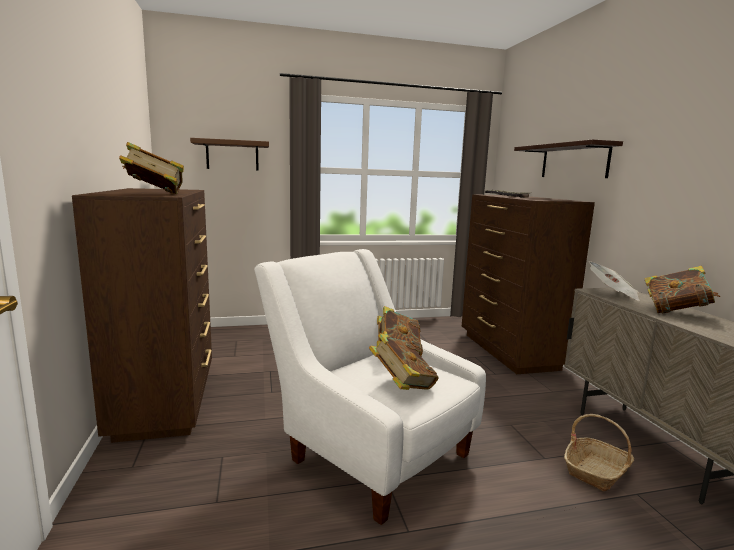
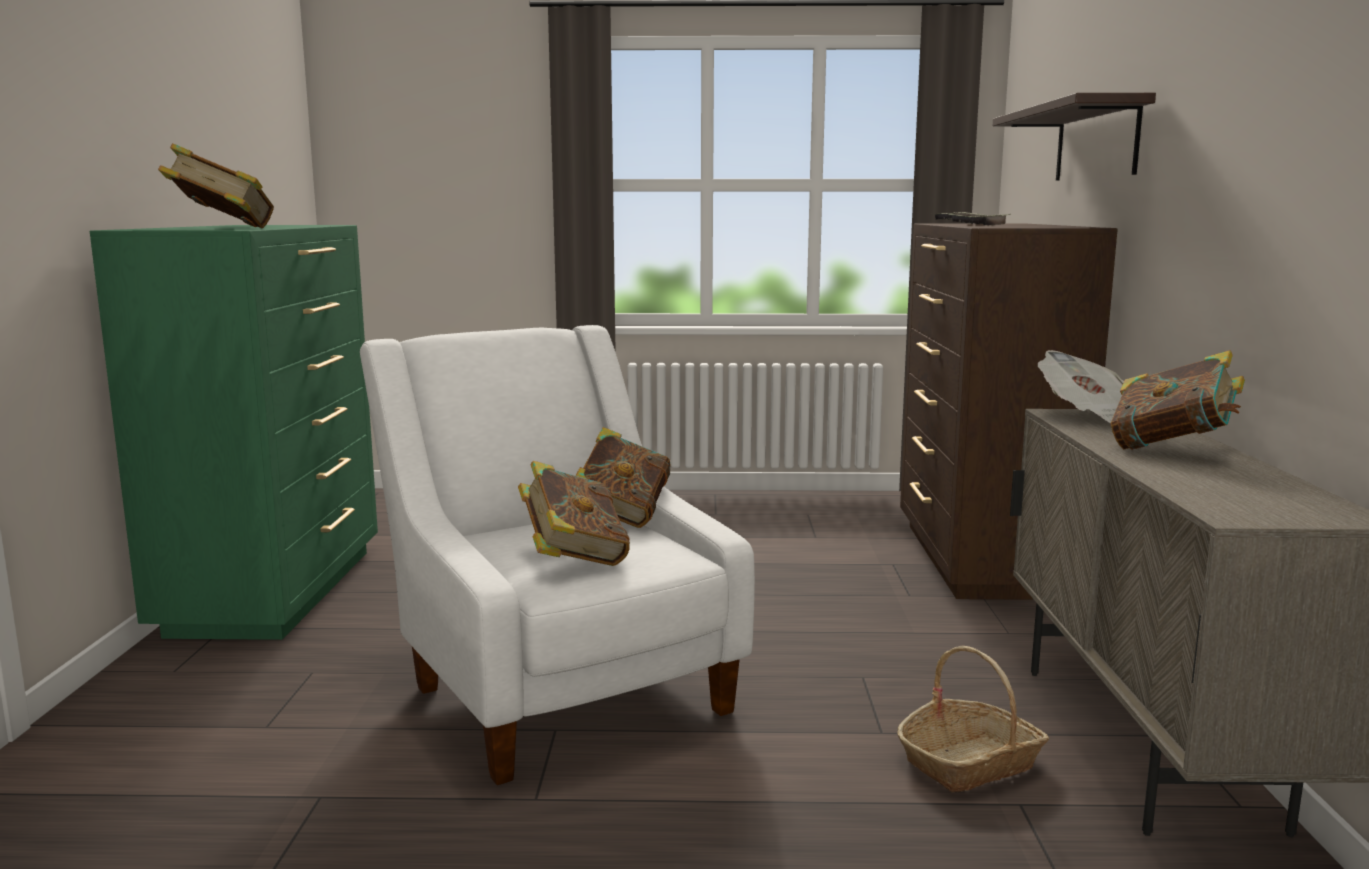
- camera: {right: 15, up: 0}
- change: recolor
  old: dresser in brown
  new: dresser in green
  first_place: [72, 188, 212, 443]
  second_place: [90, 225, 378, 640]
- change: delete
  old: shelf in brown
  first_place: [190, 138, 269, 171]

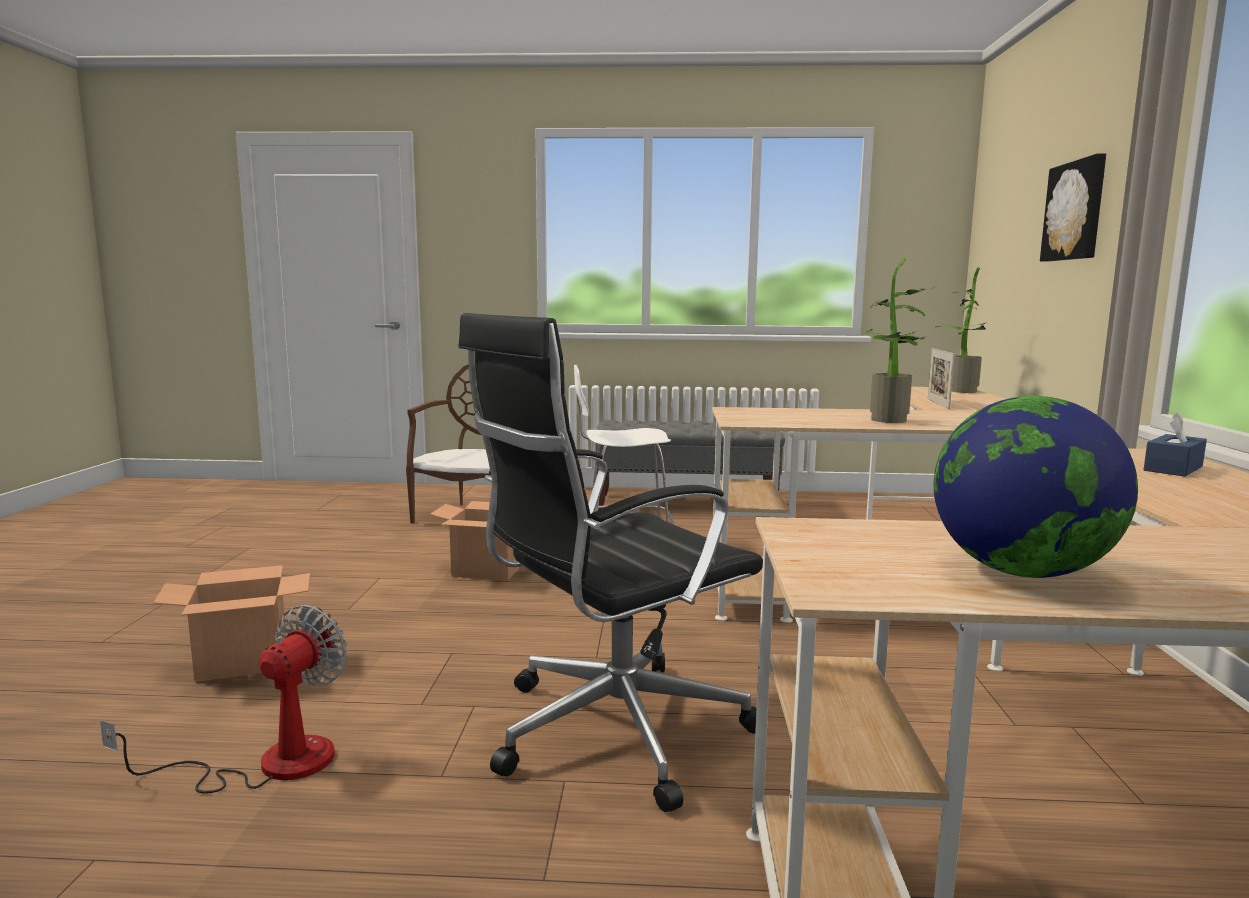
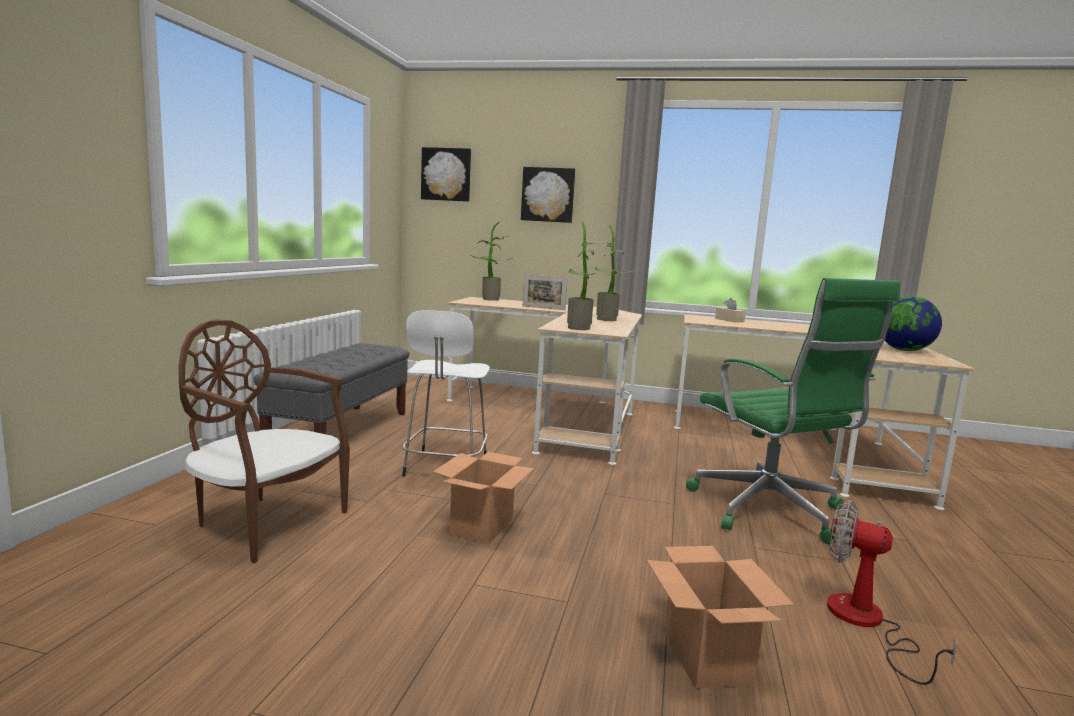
- camera: {right: -80, up: 0}
- change: insert
  new: picture
  second_place: [421, 147, 471, 202]
- change: insert
  new: potted plant
  second_place: [567, 222, 610, 330]
- change: recolor
  old: office chair in black
  new: office chair in green
  first_place: [458, 313, 763, 812]
  second_place: [686, 278, 901, 544]
- change: recolor
  old: tissue box in blue
  new: tissue box in beige
  first_place: [1143, 412, 1207, 477]
  second_place: [715, 298, 746, 322]

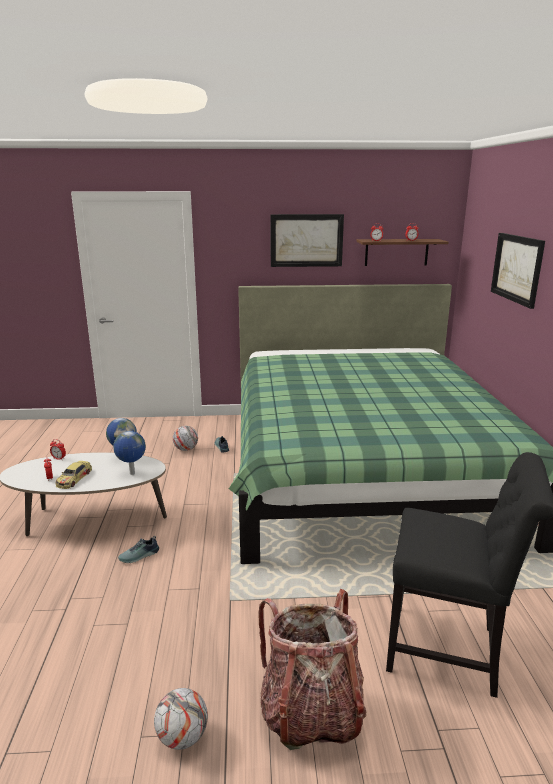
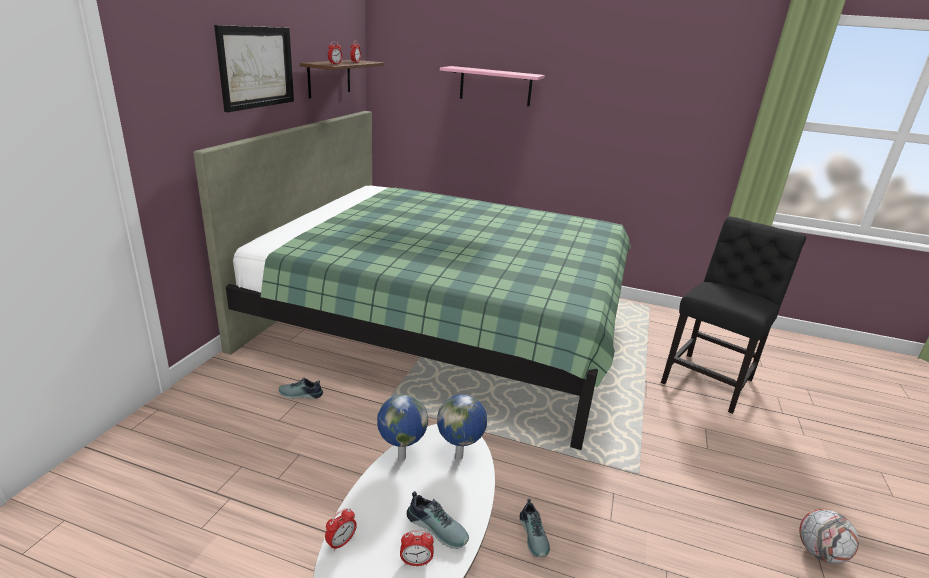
- camera: {right: -70, up: 5}
- change: replace
  old: toy car
  new: shoe
  first_place: [55, 461, 92, 489]
  second_place: [407, 491, 469, 549]
- change: replace
  old: picture
  new: shelf in pink
  first_place: [491, 233, 545, 309]
  second_place: [440, 66, 545, 106]
- change: delete
  old: football
  first_place: [173, 426, 198, 451]
- change: delete
  old: backpack
  first_place: [258, 589, 367, 750]

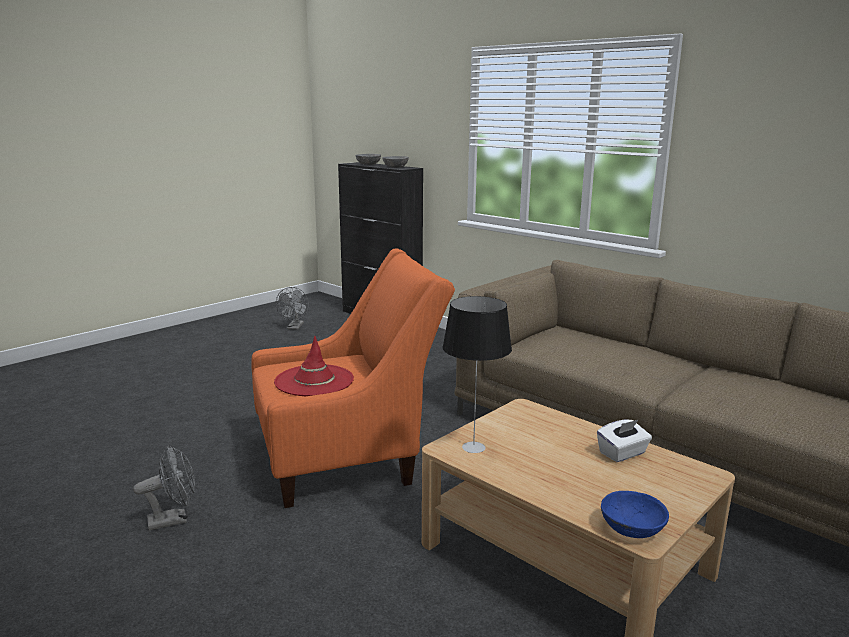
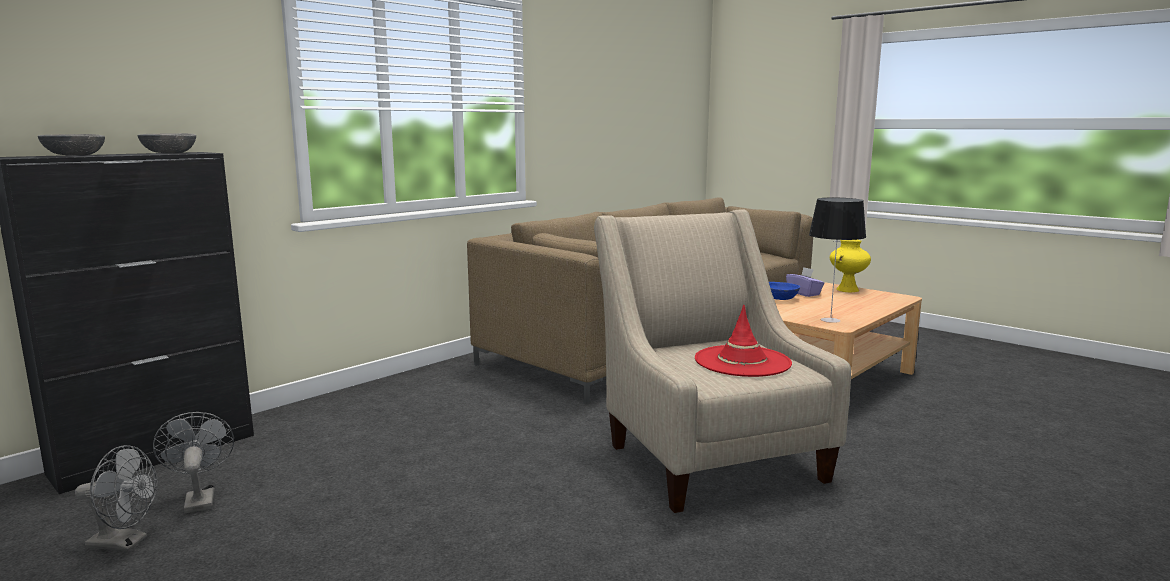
- camera: {right: -90, up: -5}
- change: move
  old: fan in grey
  first_place: [133, 446, 195, 531]
  second_place: [153, 412, 234, 513]
- change: recolor
  old: armchair in orange
  new: armchair in beige
  first_place: [251, 248, 455, 508]
  second_place: [594, 209, 851, 513]
- change: move
  old: bowl in blue
  first_place: [601, 491, 669, 538]
  second_place: [769, 282, 800, 300]
- change: recolor
  old: tissue box in white
  new: tissue box in purple
  first_place: [597, 419, 652, 462]
  second_place: [786, 267, 825, 297]
- change: insert
  new: vase in yellow
  second_place: [830, 240, 871, 292]

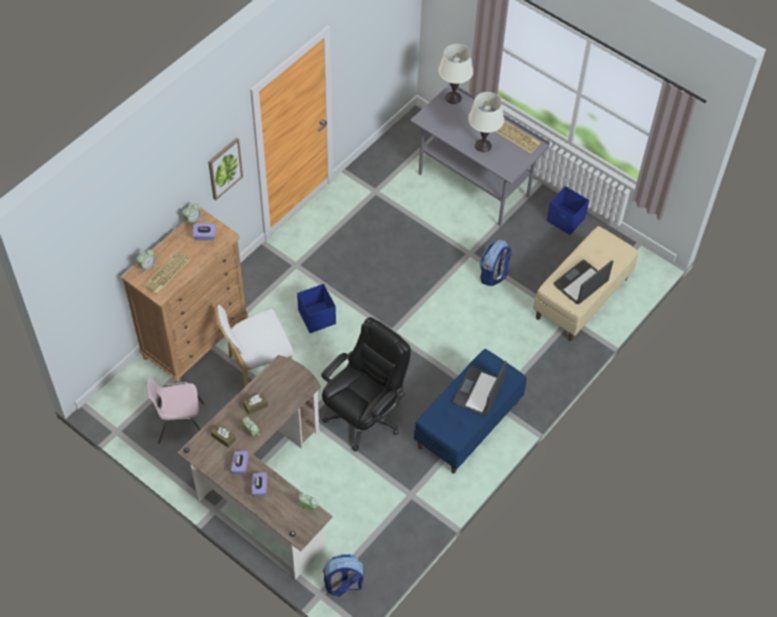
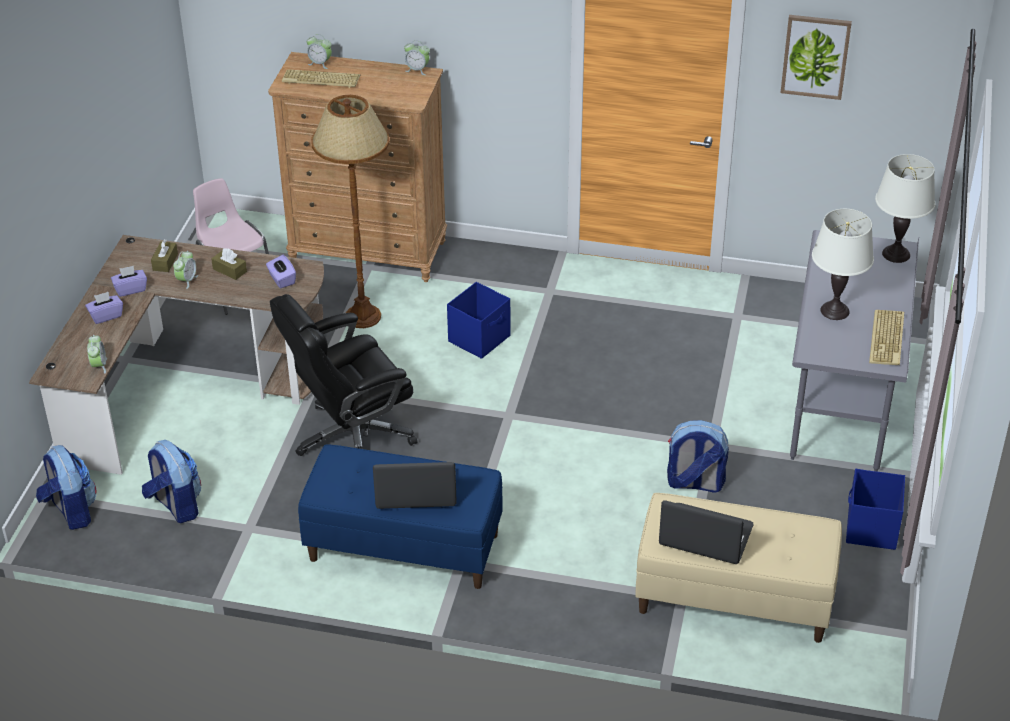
- camera: {right: 65, up: -15}
- change: insert
  new: backpack
  second_place: [142, 440, 201, 523]
- change: move
  old: tissue box in purple
  first_place: [193, 223, 216, 240]
  second_place: [266, 255, 296, 288]
- change: rotate
  old: office chair in black
  first_place: [321, 317, 411, 452]
  second_place: [270, 294, 417, 456]
  degrees: 135
- change: replace
  old: chair in white
  new: floor lamp in brown
  first_place: [215, 305, 294, 388]
  second_place: [311, 95, 390, 328]
- change: move
  old: picture
  first_place: [208, 138, 243, 200]
  second_place: [780, 15, 852, 100]

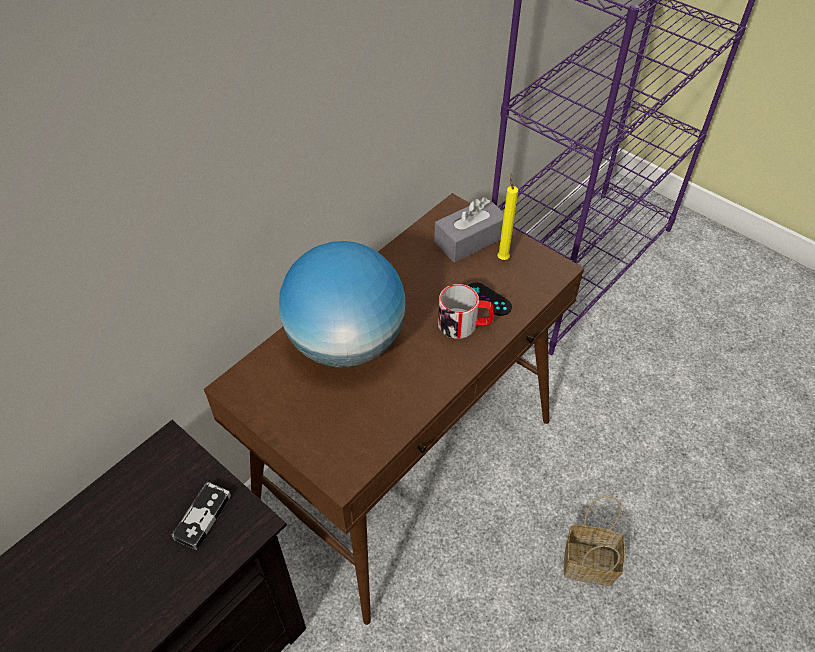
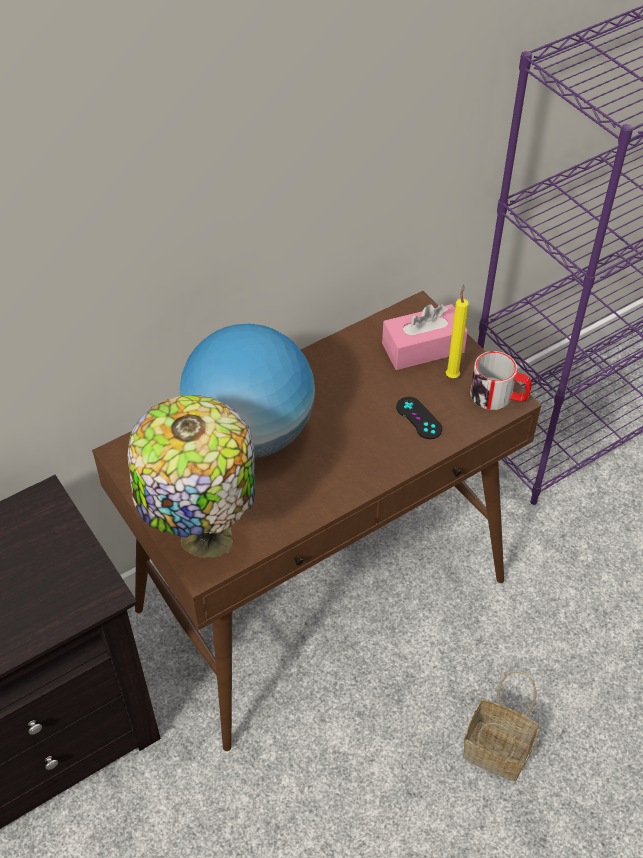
- camera: {right: 15, up: 0}
- change: insert
  new: table lamp
  second_place: [127, 395, 255, 558]
- change: recolor
  old: tissue box in grey
  new: tissue box in pink
  first_place: [434, 197, 504, 262]
  second_place: [382, 304, 468, 370]
- change: move
  old: mug
  first_place: [438, 284, 494, 339]
  second_place: [470, 351, 531, 410]
- change: delete
  old: game controller
  first_place: [172, 482, 231, 550]

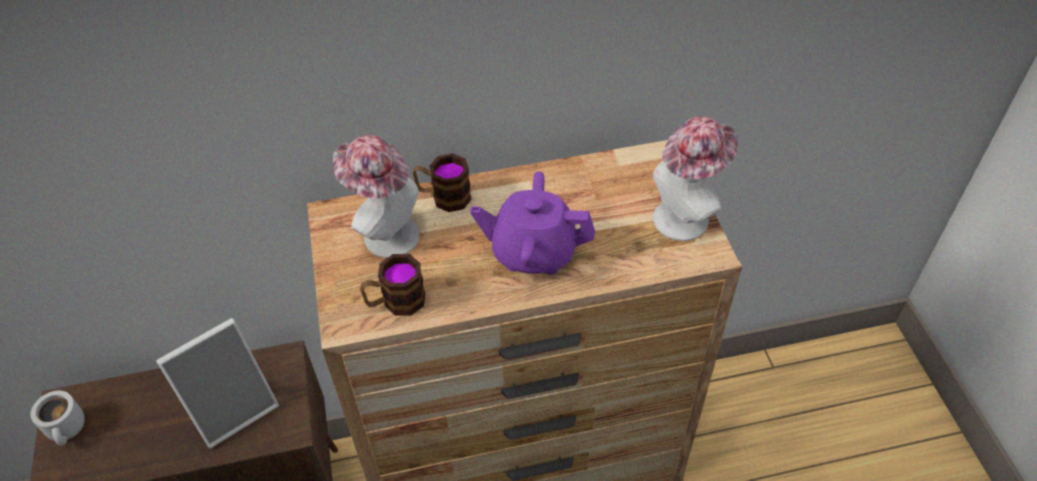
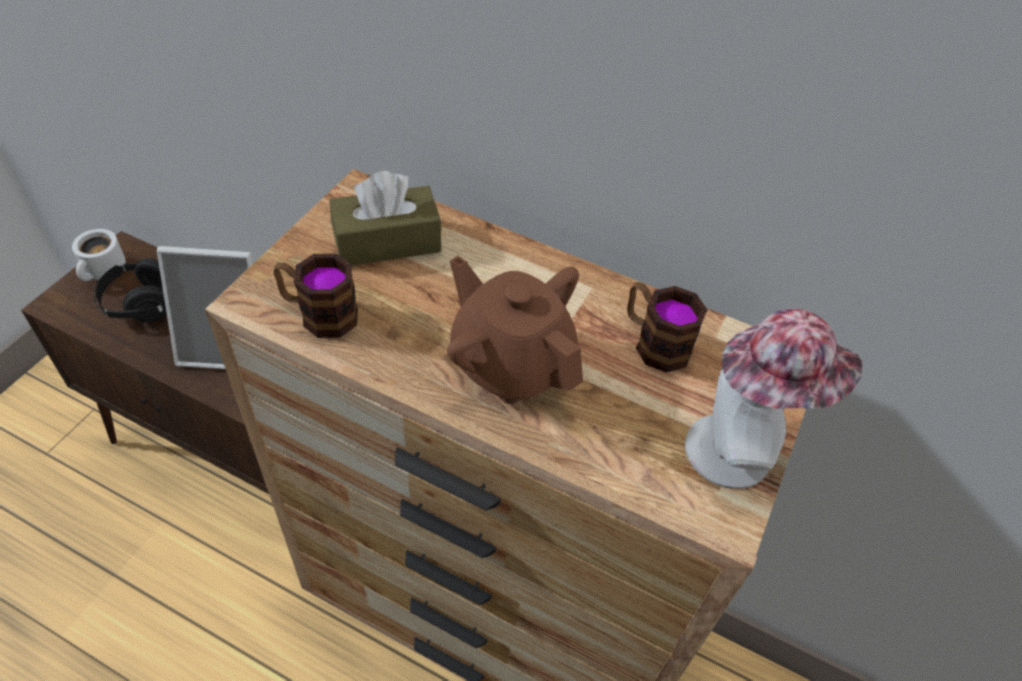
- camera: {right: 35, up: 0}
- change: insert
  new: headphones in black
  second_place: [93, 258, 167, 322]
- change: replace
  old: hat
  new: tissue box in brown
  first_place: [333, 135, 420, 258]
  second_place: [329, 171, 441, 266]
- change: recolor
  old: teapot in purple
  new: teapot in brown
  first_place: [470, 171, 595, 275]
  second_place: [447, 256, 583, 404]
- change: move
  old: mug
  first_place: [413, 153, 472, 212]
  second_place: [627, 282, 707, 373]

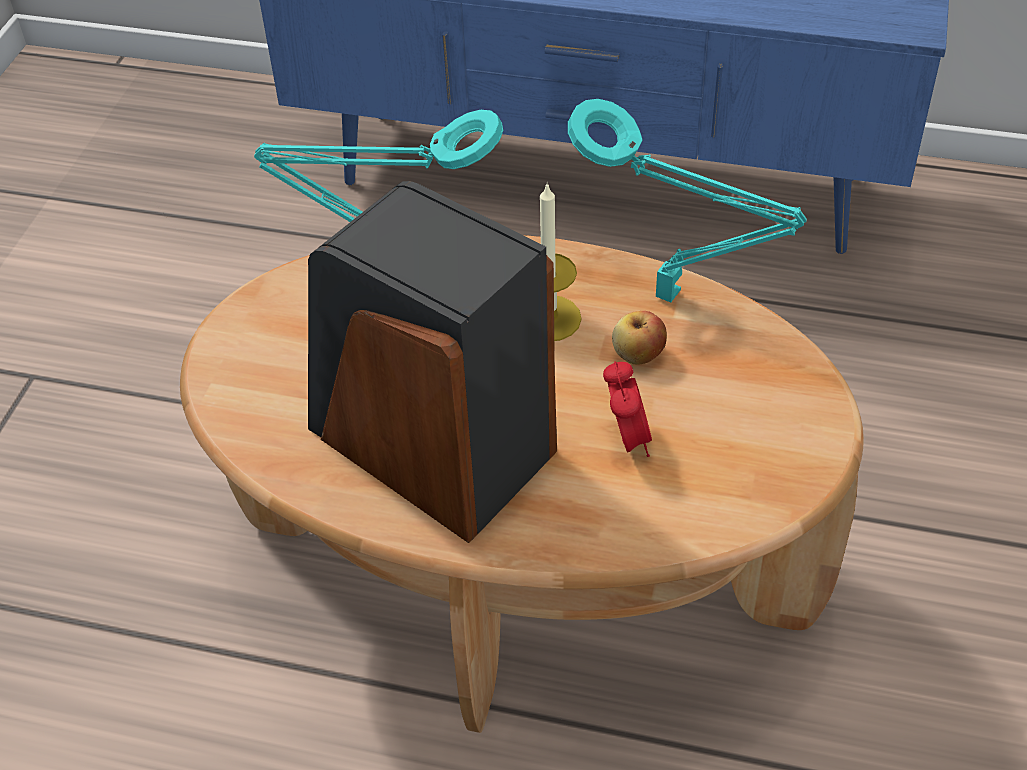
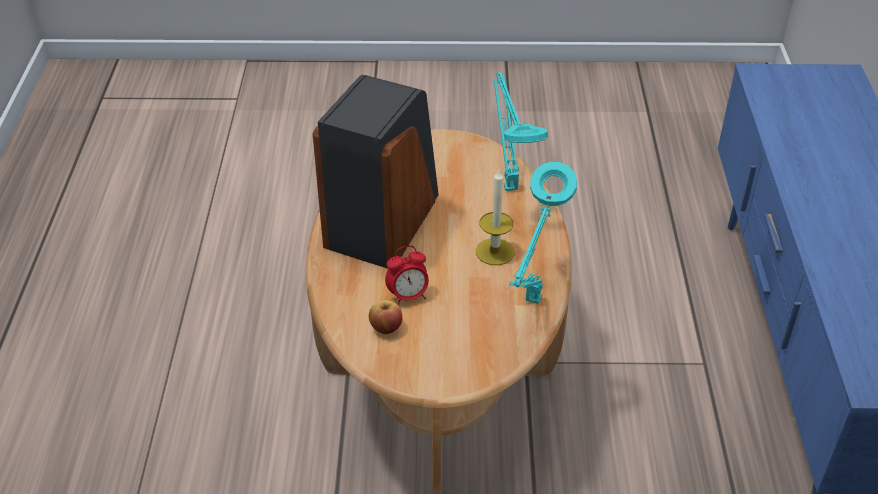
- camera: {right: 75, up: -5}
- change: move
  old: apple
  first_place: [612, 311, 667, 365]
  second_place: [369, 300, 402, 334]

